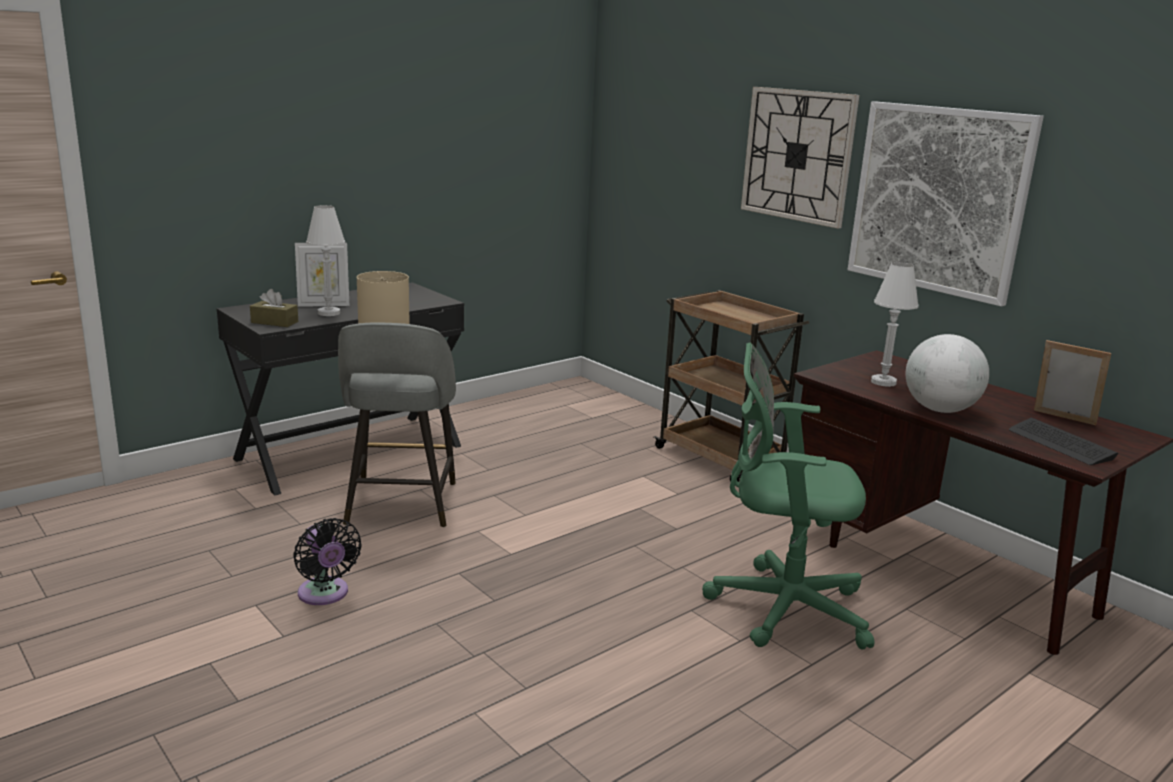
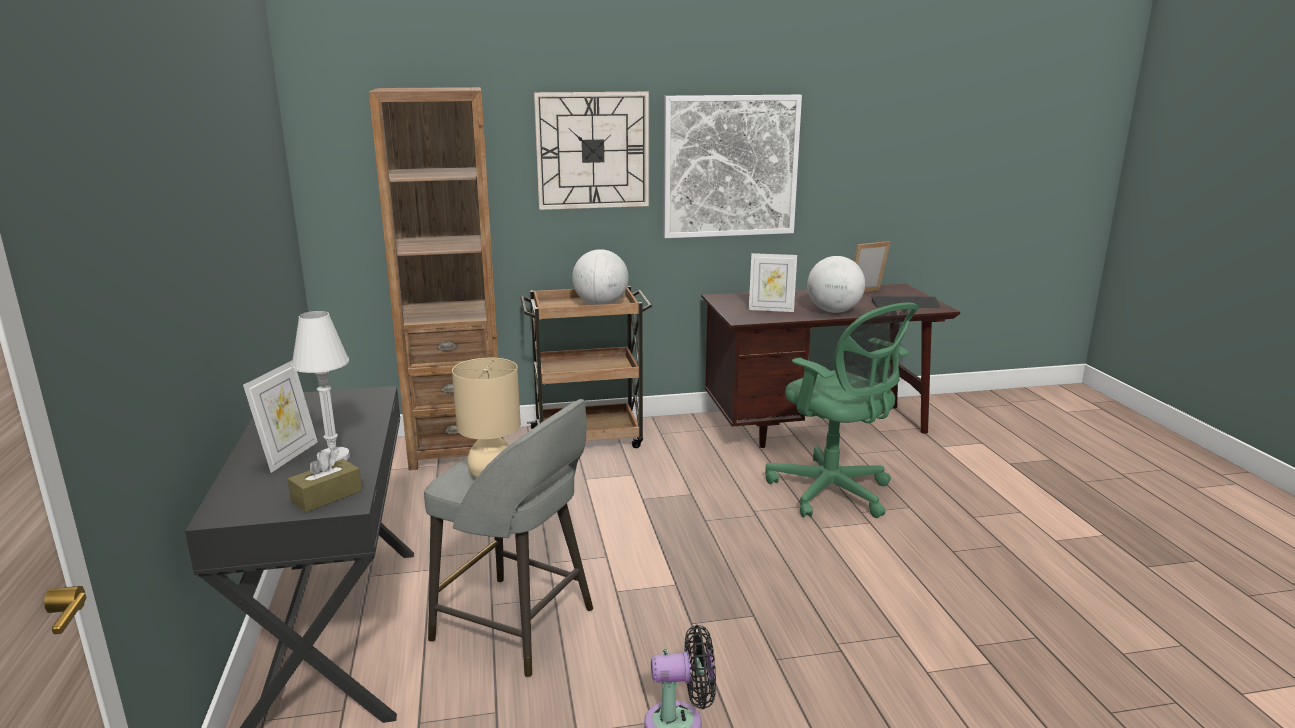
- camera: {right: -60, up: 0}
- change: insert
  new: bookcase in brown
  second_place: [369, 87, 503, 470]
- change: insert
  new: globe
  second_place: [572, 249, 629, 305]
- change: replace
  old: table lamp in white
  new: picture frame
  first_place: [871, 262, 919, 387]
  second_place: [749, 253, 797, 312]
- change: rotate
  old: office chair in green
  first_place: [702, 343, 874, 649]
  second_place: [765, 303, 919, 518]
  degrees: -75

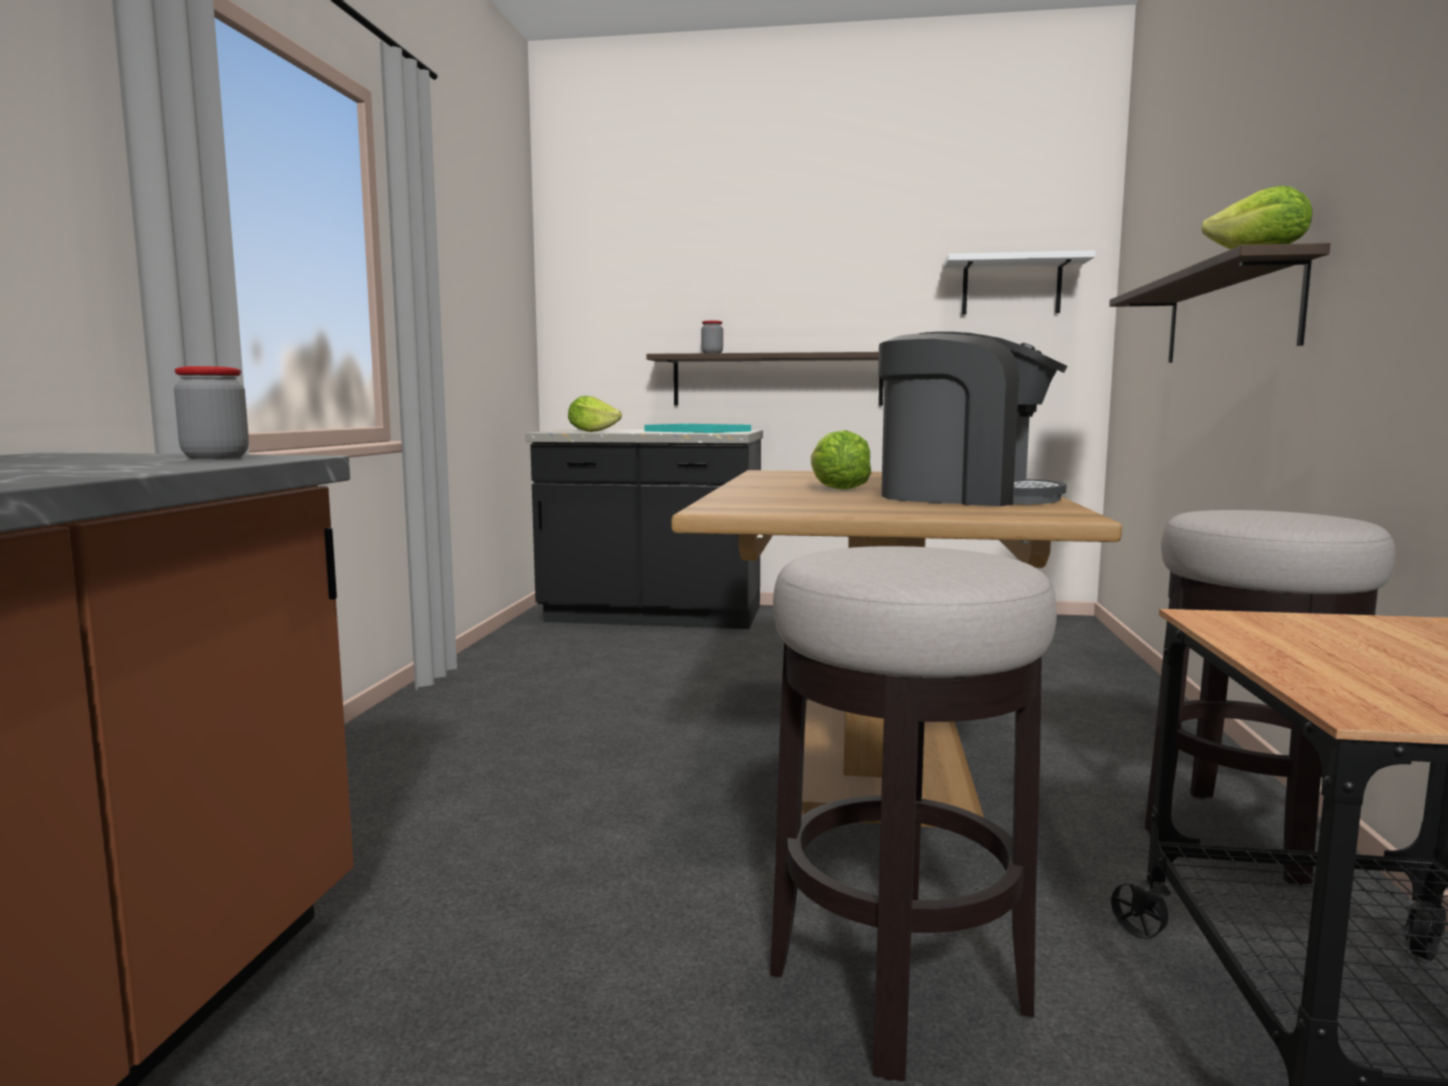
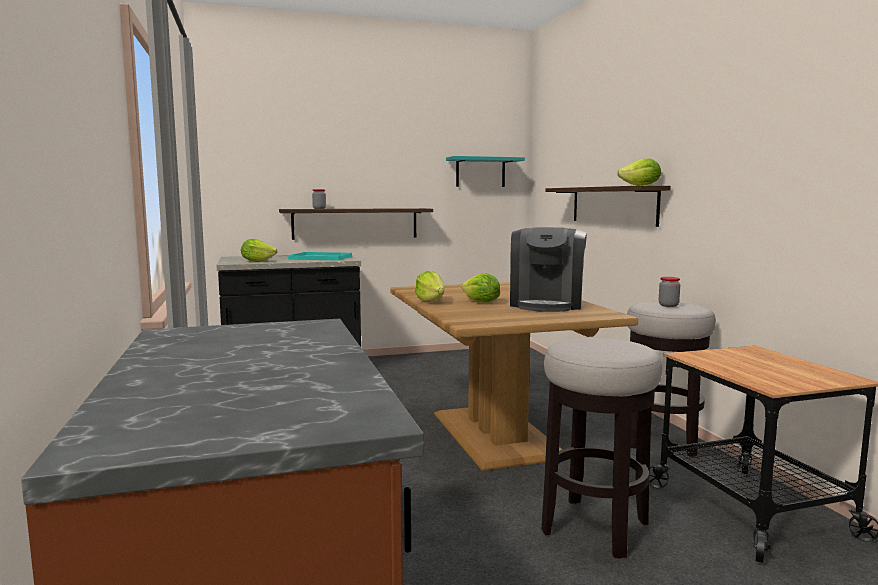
- camera: {right: -25, up: 0}
- change: insert
  new: lettuce
  second_place: [415, 271, 445, 302]
- change: recolor
  old: shelf in white
  new: shelf in turquoise
  first_place: [944, 250, 1096, 315]
  second_place: [446, 156, 525, 187]
- change: rotate
  old: coffee machine
  first_place: [878, 332, 1068, 506]
  second_place: [510, 227, 587, 312]
  degrees: 105
- change: move
  old: jar
  first_place: [174, 366, 249, 459]
  second_place: [659, 277, 680, 307]

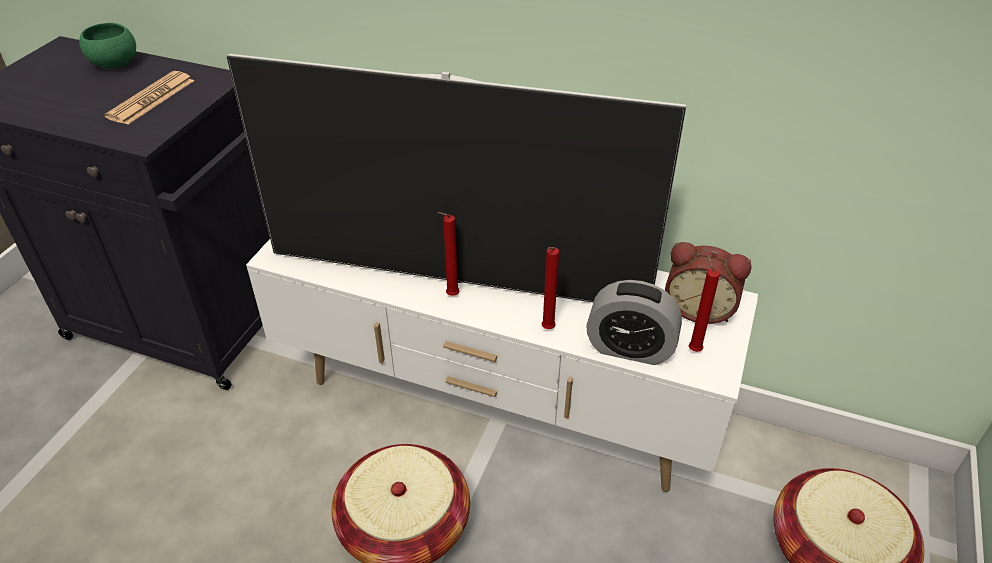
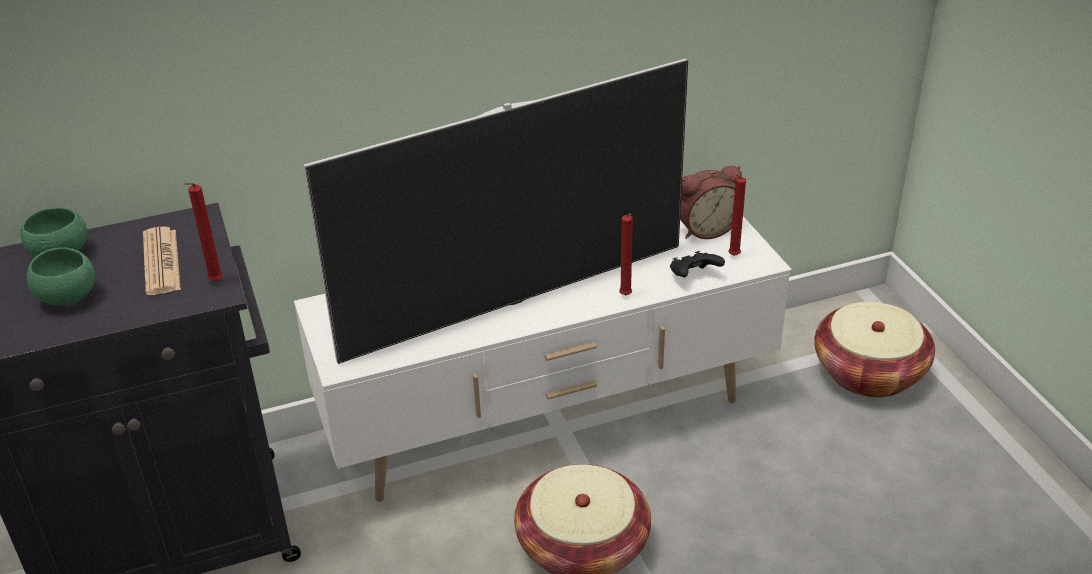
- camera: {right: -40, up: -5}
- change: insert
  new: bowl in green
  second_place: [26, 247, 95, 305]
- change: move
  old: candle in red
  first_place: [437, 212, 459, 296]
  second_place: [185, 183, 223, 282]
- change: replace
  old: alarm clock
  new: game controller in black
  first_place: [586, 280, 682, 365]
  second_place: [670, 251, 725, 277]

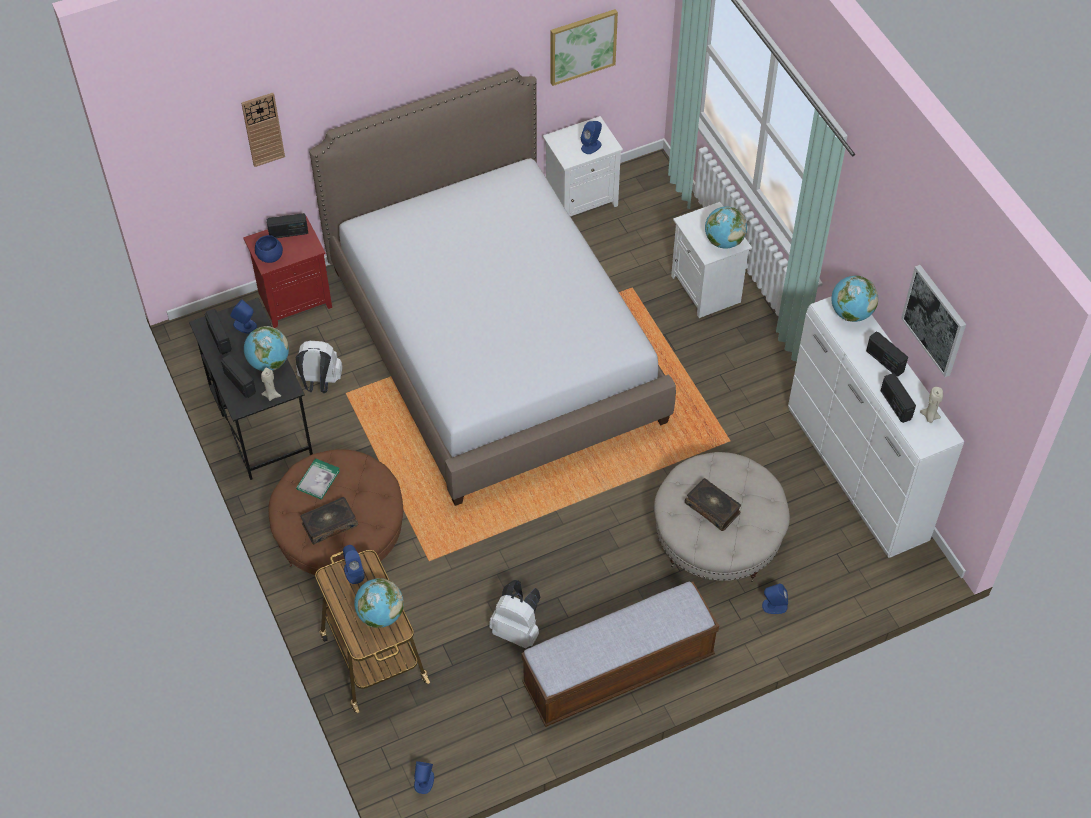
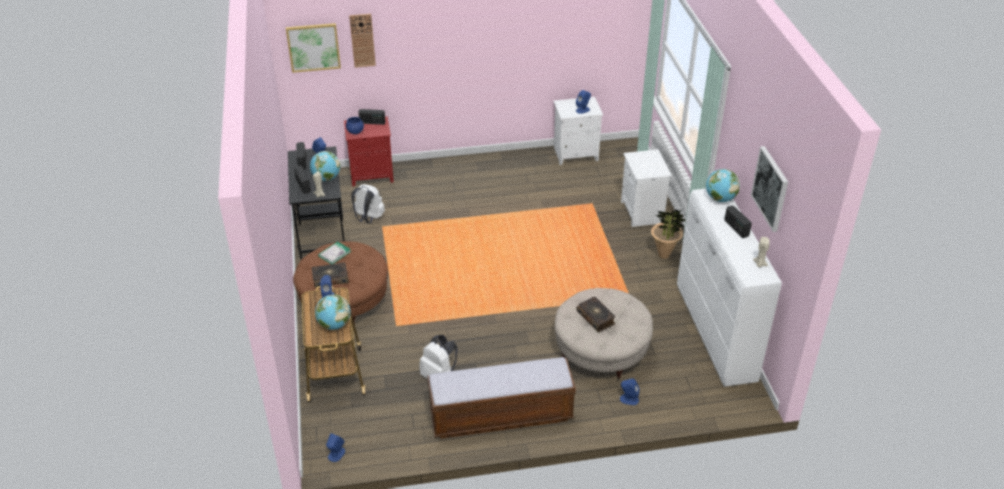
- camera: {right: 15, up: -15}
- change: move
  old: picture
  first_place: [550, 9, 618, 86]
  second_place: [286, 23, 341, 73]
- change: insert
  new: potted plant
  second_place: [651, 210, 686, 259]
- change: delete
  old: bed
  first_place: [310, 69, 676, 506]
- change: delete
  old: globe
  first_place: [705, 206, 747, 249]
- change: delete
  old: radio
  first_place: [881, 373, 916, 423]

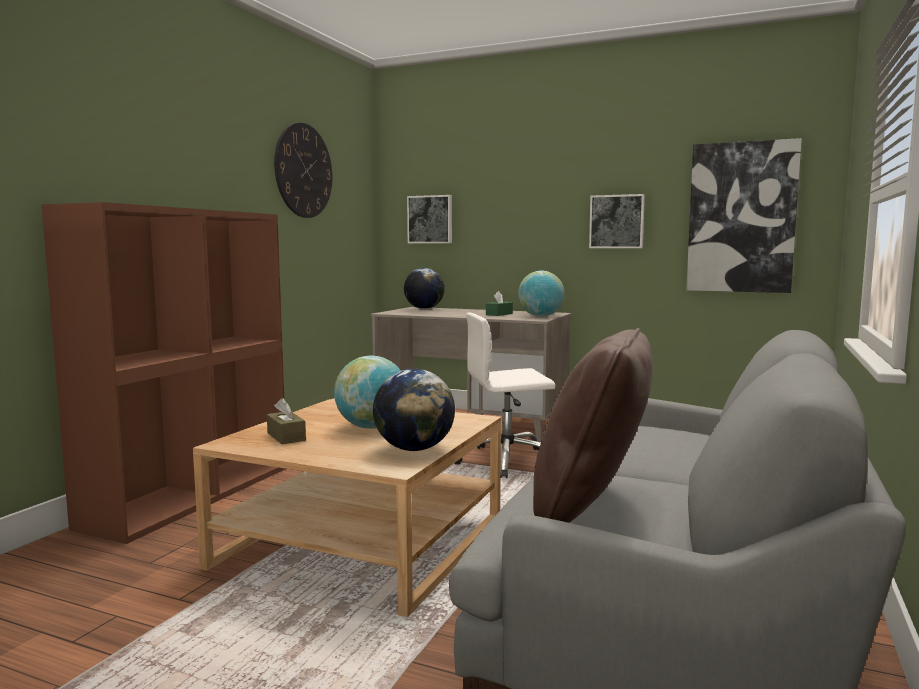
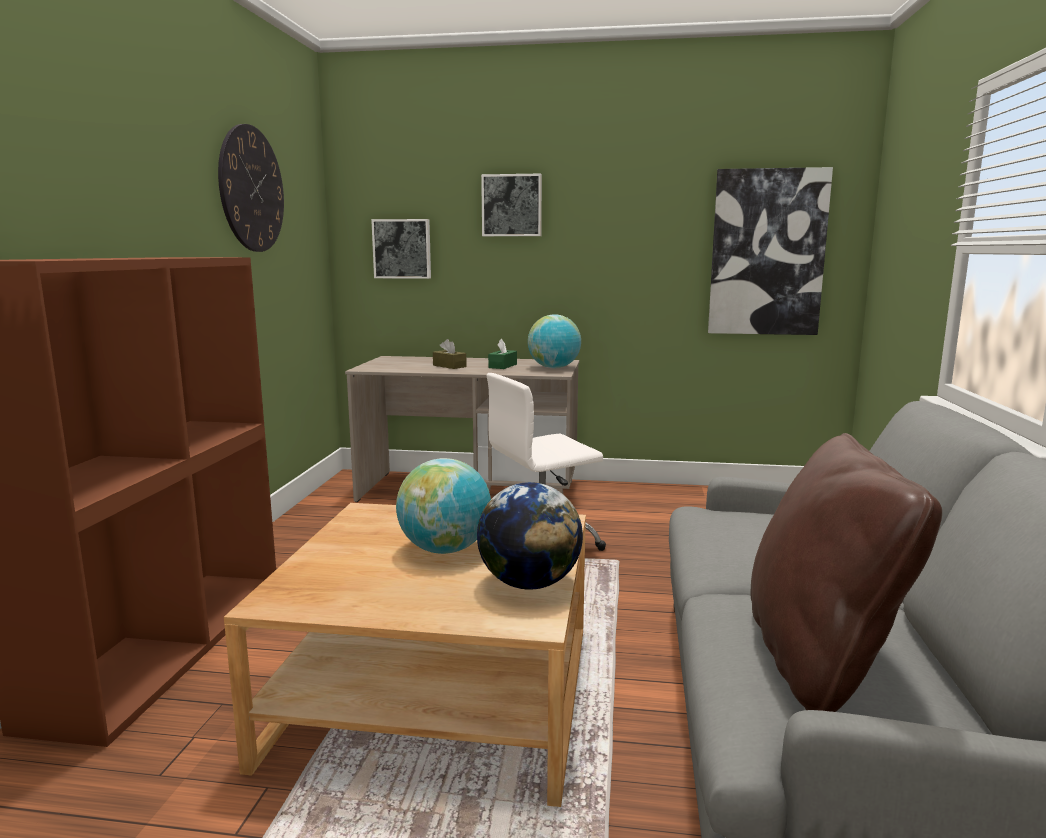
- camera: {right: -15, up: 5}
- change: move
  old: tissue box in brown
  first_place: [267, 398, 306, 444]
  second_place: [433, 339, 467, 369]
- change: move
  old: picture
  first_place: [589, 194, 645, 248]
  second_place: [481, 174, 542, 236]
- change: delete
  old: globe
  first_place: [404, 268, 445, 309]

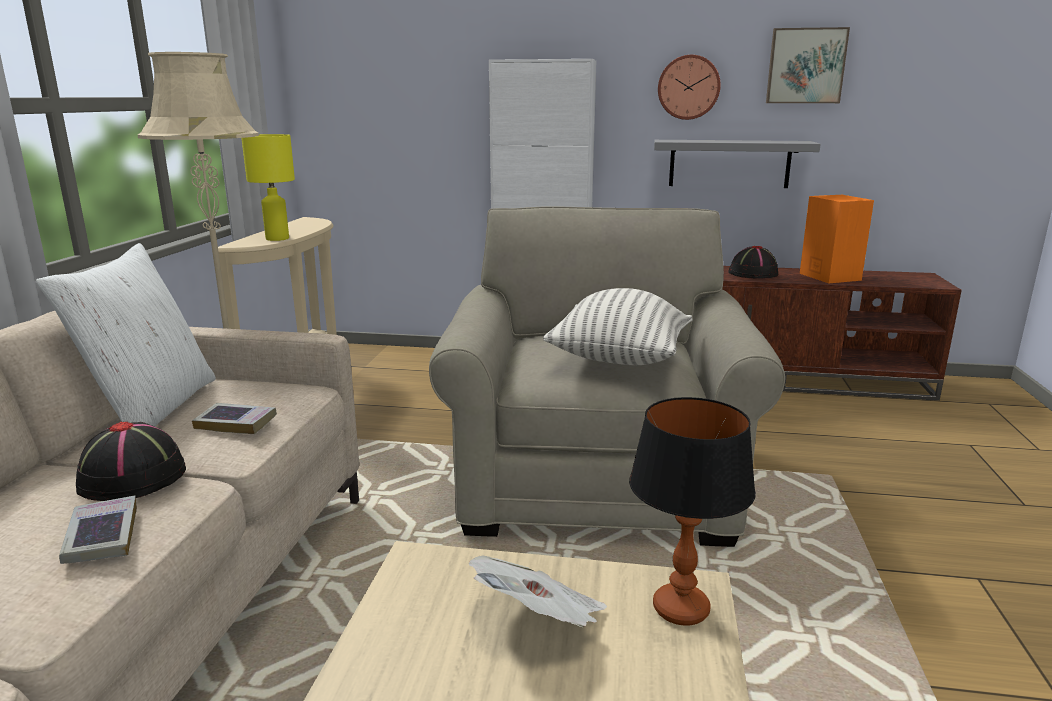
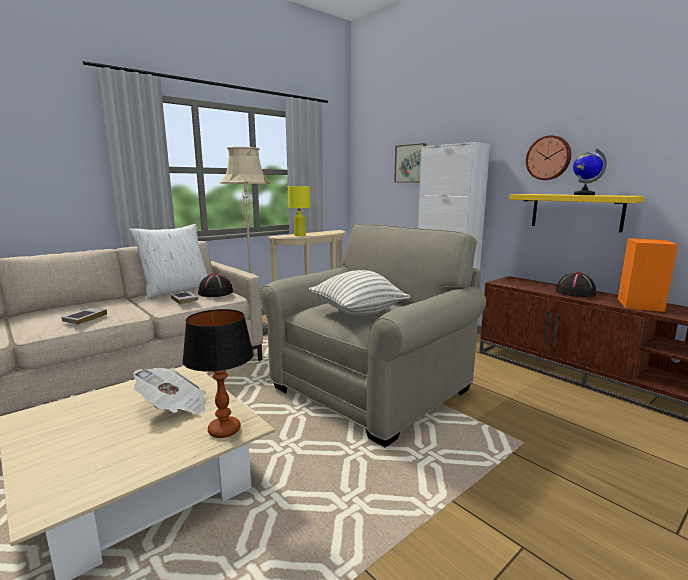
- camera: {right: 40, up: -5}
- change: move
  old: hat in black
  first_place: [76, 422, 186, 501]
  second_place: [198, 273, 233, 297]
- change: move
  old: picture
  first_place: [766, 27, 850, 103]
  second_place: [394, 143, 427, 182]
- change: recolor
  old: shelf in grey
  new: shelf in yellow
  first_place: [654, 140, 821, 188]
  second_place: [509, 194, 644, 232]
- change: insert
  new: globe
  second_place: [573, 149, 607, 195]

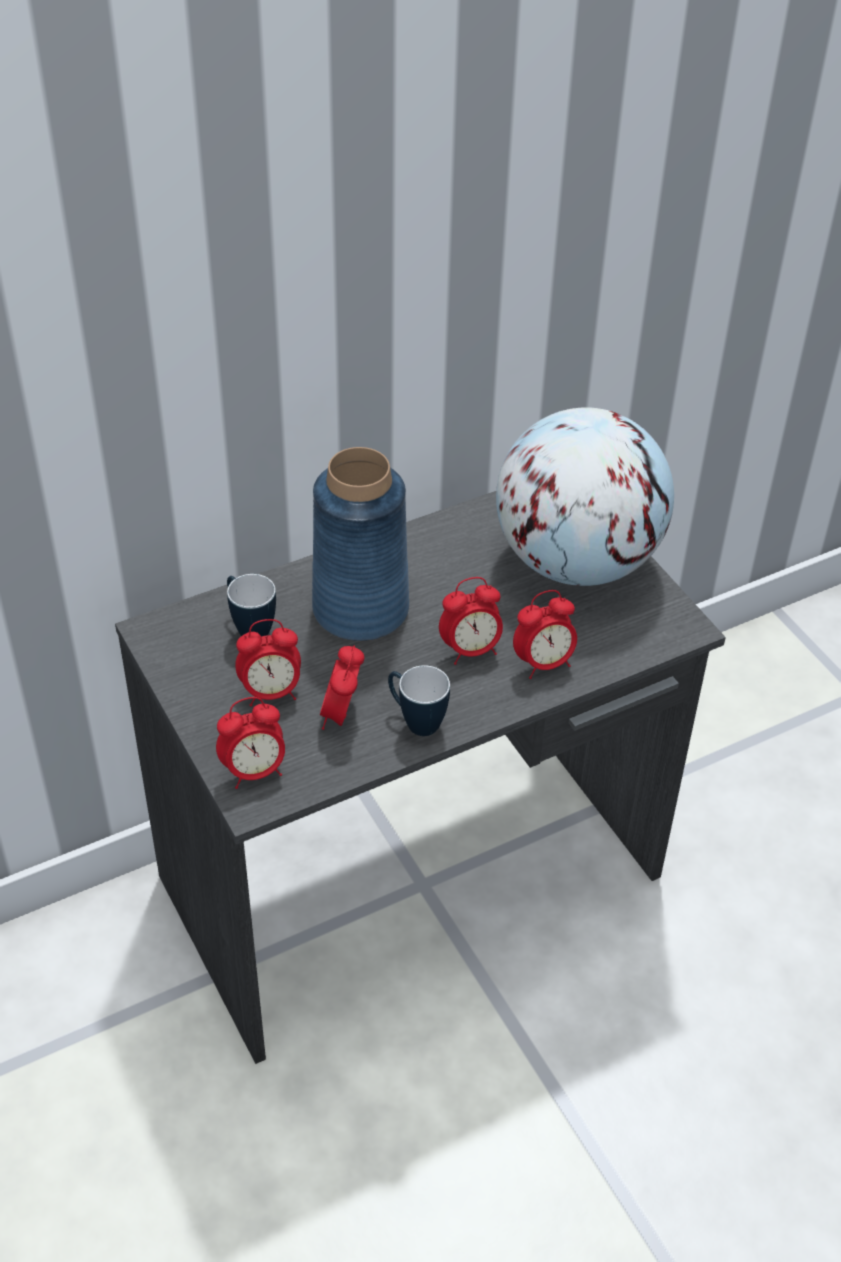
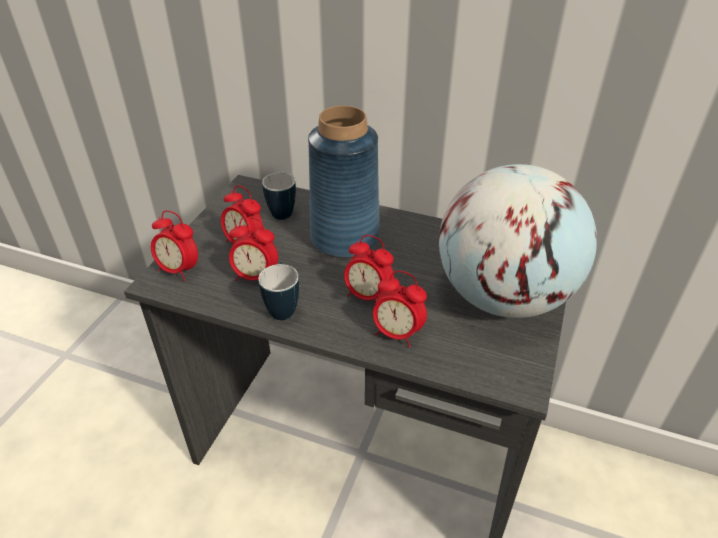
- camera: {right: 50, up: -5}
- change: rotate
  old: alarm clock
  first_place: [320, 646, 364, 730]
  second_place: [229, 217, 278, 281]
  degrees: -135

